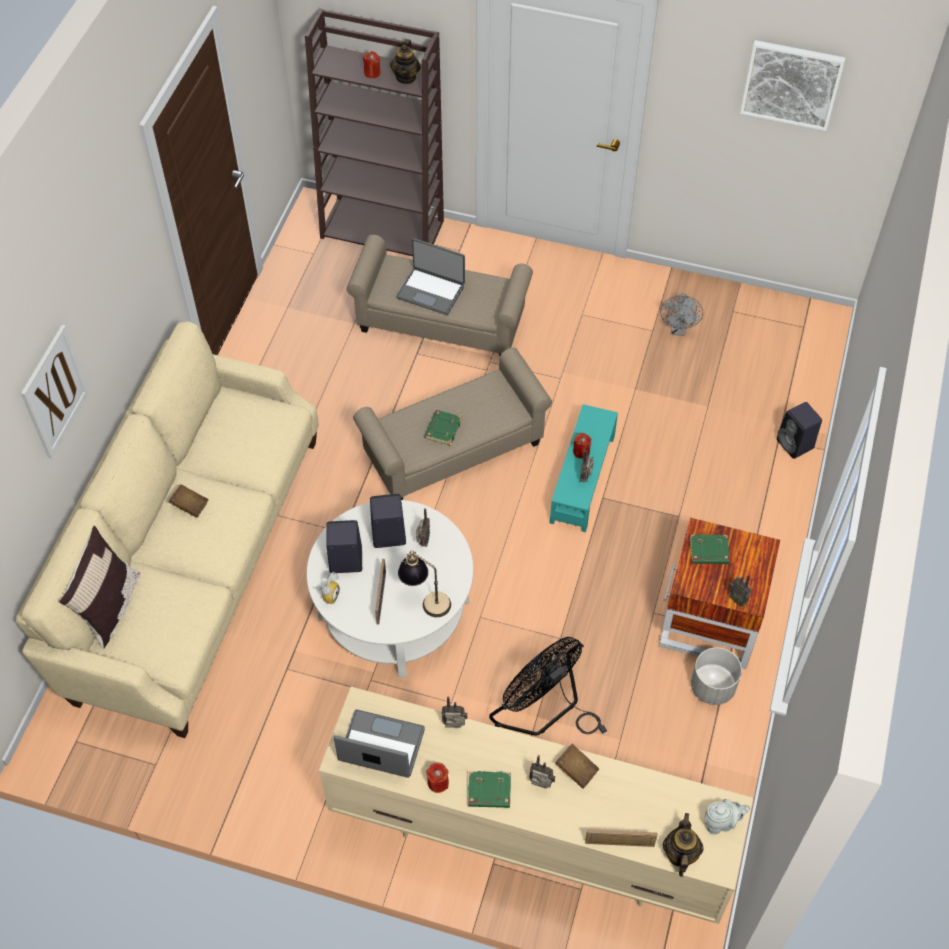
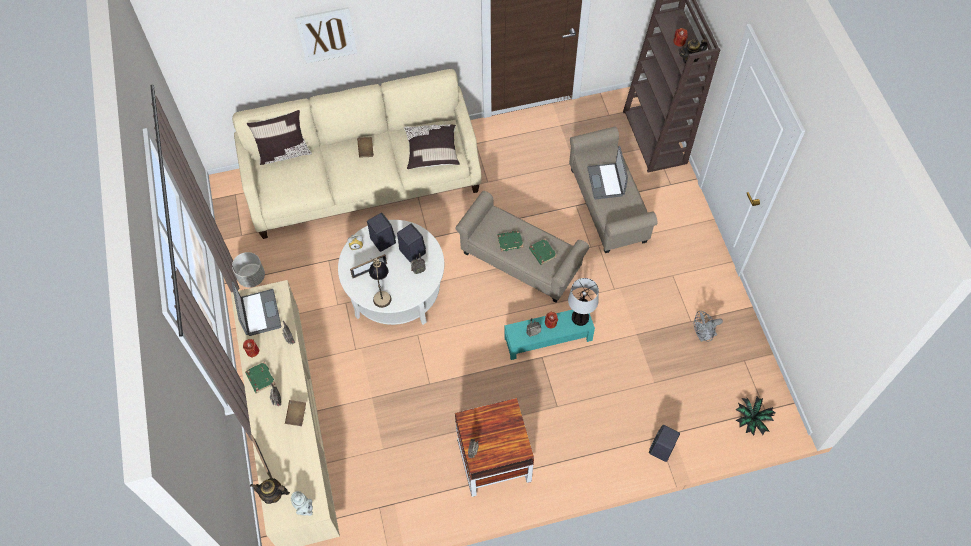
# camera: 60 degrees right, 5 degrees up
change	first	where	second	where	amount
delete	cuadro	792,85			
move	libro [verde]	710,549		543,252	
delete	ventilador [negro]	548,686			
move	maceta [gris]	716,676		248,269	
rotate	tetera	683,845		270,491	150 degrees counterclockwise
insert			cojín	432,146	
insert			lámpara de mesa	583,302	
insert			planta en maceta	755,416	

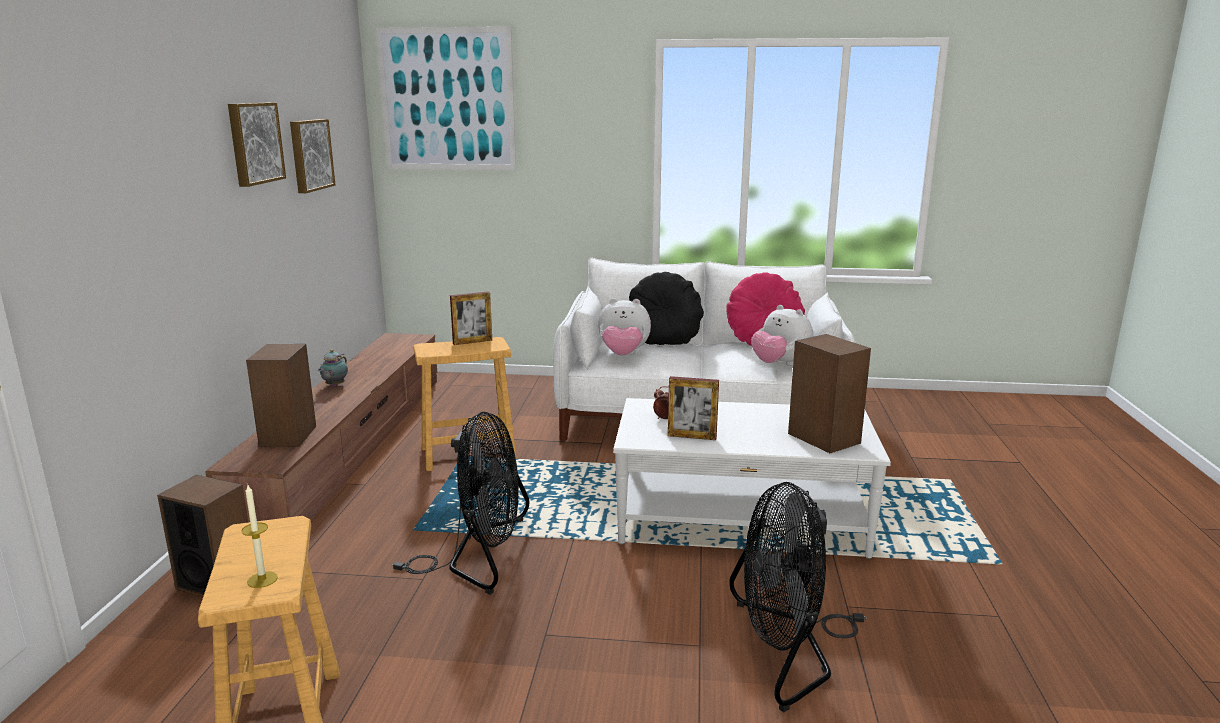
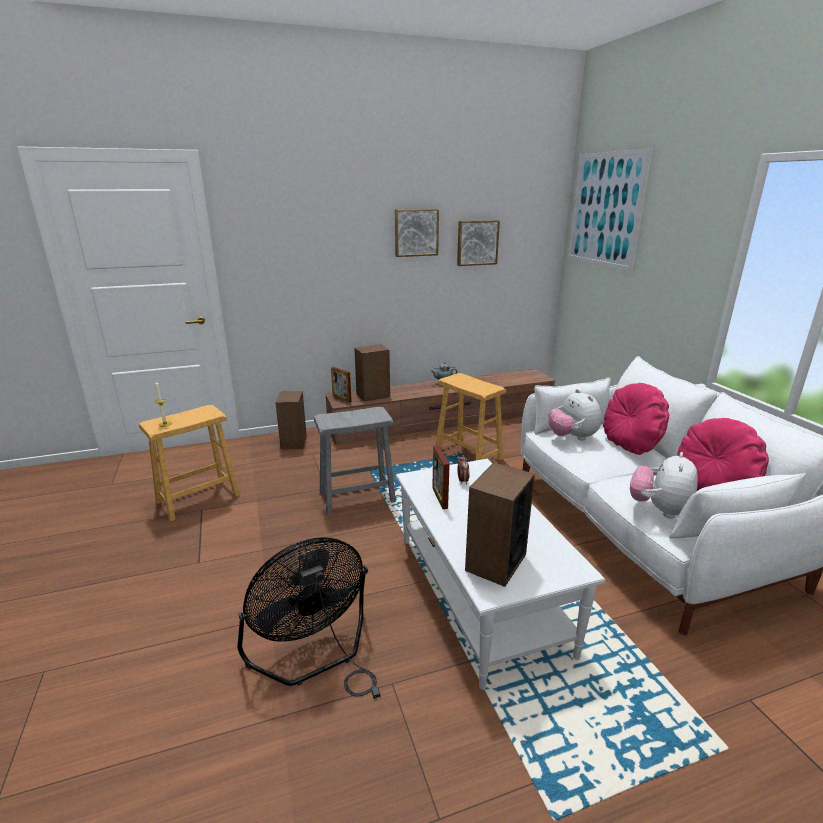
# camera: 65 degrees right, 5 degrees up
change	first	where	second	where	amount
recolor	cojín [negro]	666,308	cojín [rosa]	636,419	
move	portarretratos	471,318		341,384	
replace	ventilador [negro]	461,503	taburete [gris]	355,461	

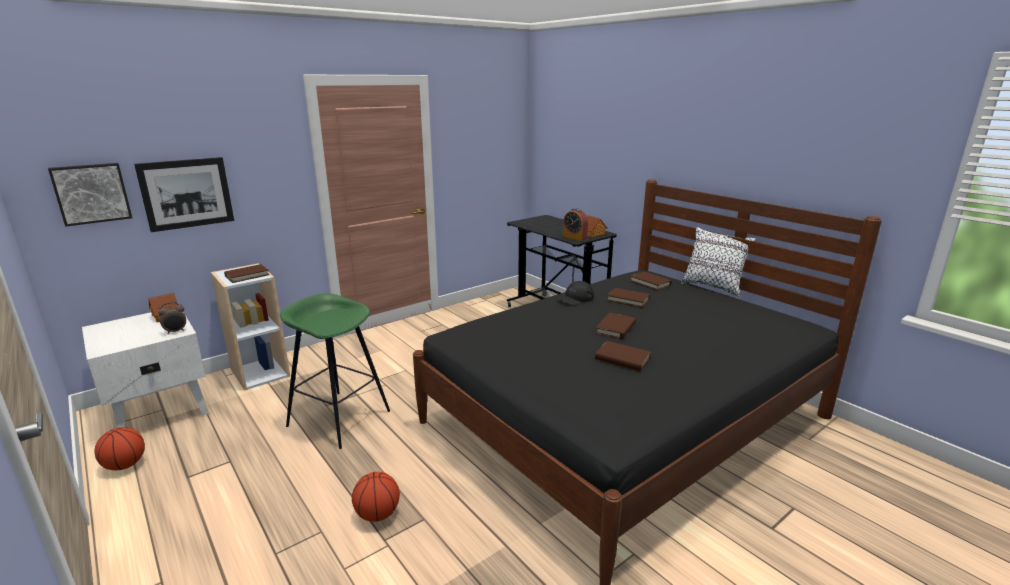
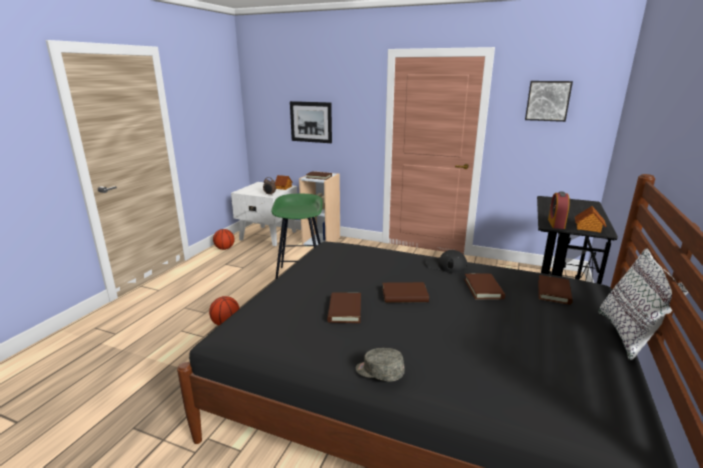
# camera: 60 degrees right, 0 degrees up
change	first	where	second	where	amount
move	cuadro	90,195		549,101	
insert			gorra [gris]	380,364	

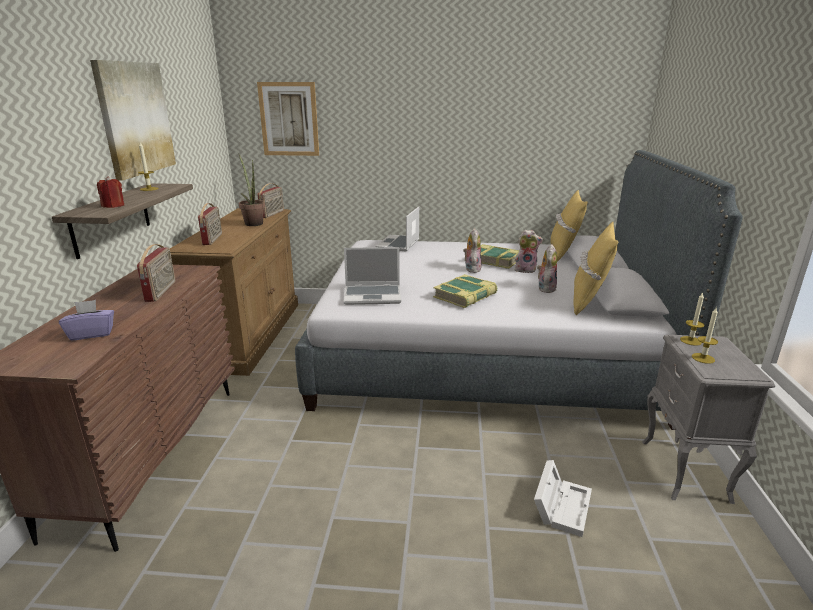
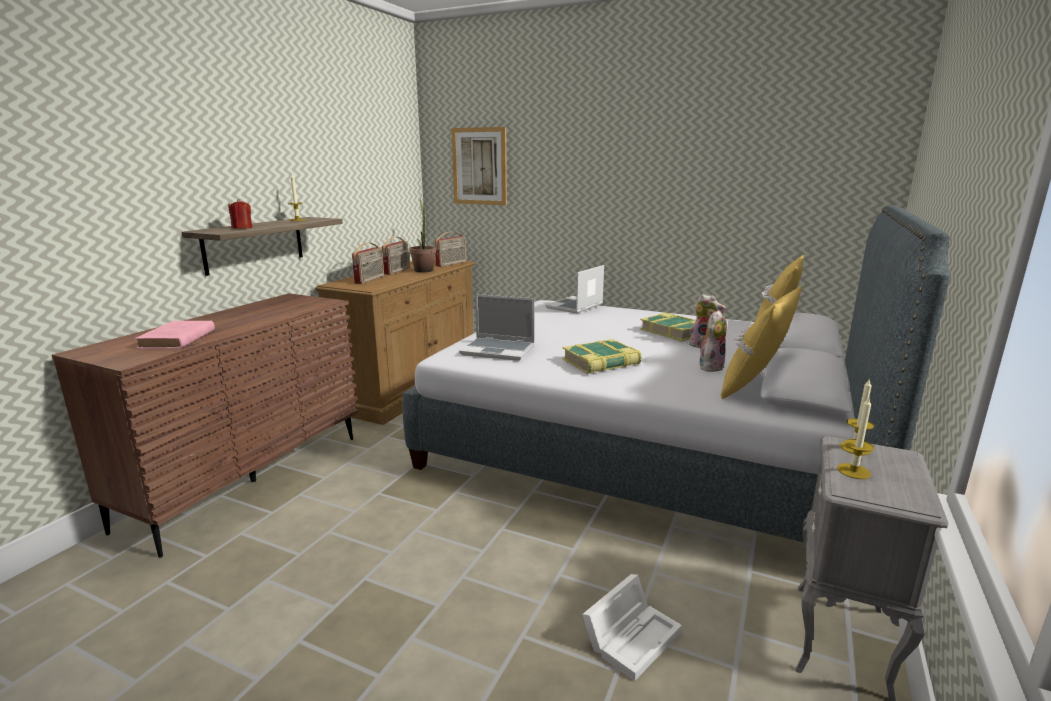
# camera: 20 degrees right, 5 degrees down
change	first	where	second	where	amount
delete	cuadro	133,120			
delete	peluche	472,250			
move	radio	156,273		396,256	
replace	caja de pañuelos [morado]	86,320	libro [rosa]	175,335	

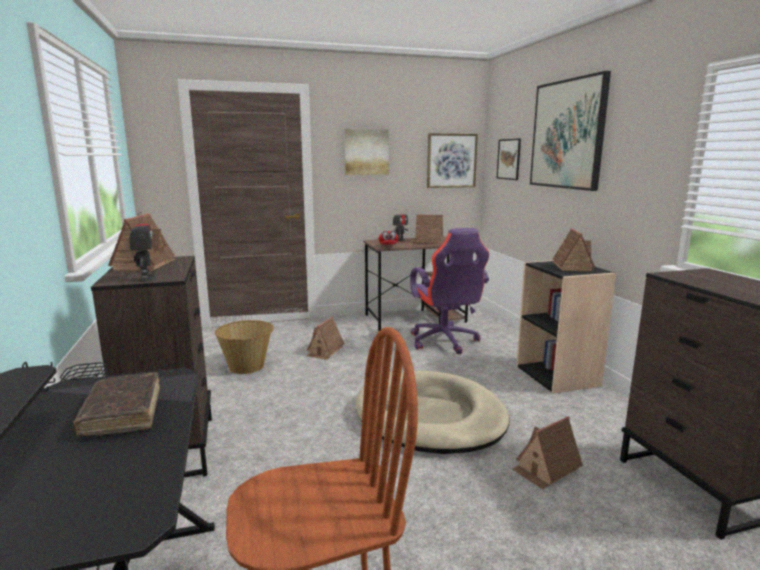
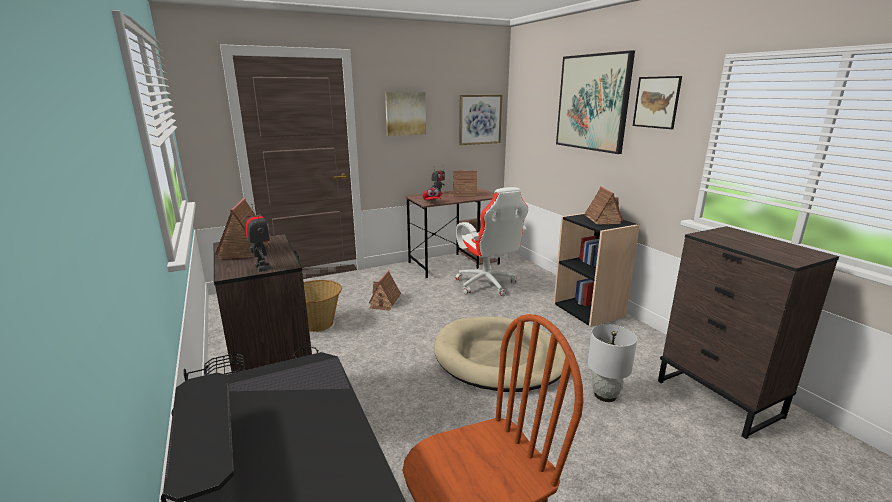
# camera: 10 degrees left, 5 degrees up
change	first	where	second	where	amount
move	cuadro	509,159		657,102	
recolor	silla de oficina [morado]	449,291	silla de oficina [blanco]	491,241	
delete	libro [marrón]	116,404			
replace	casita	547,452	lámpara de mesa [blanco]	612,363	

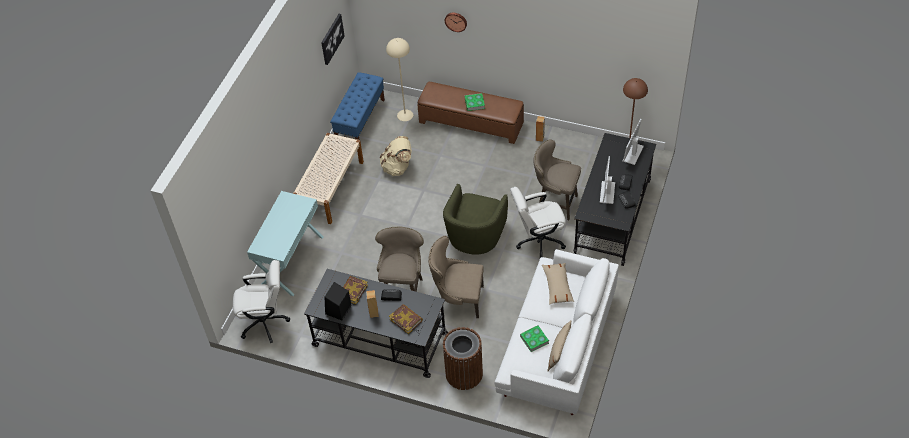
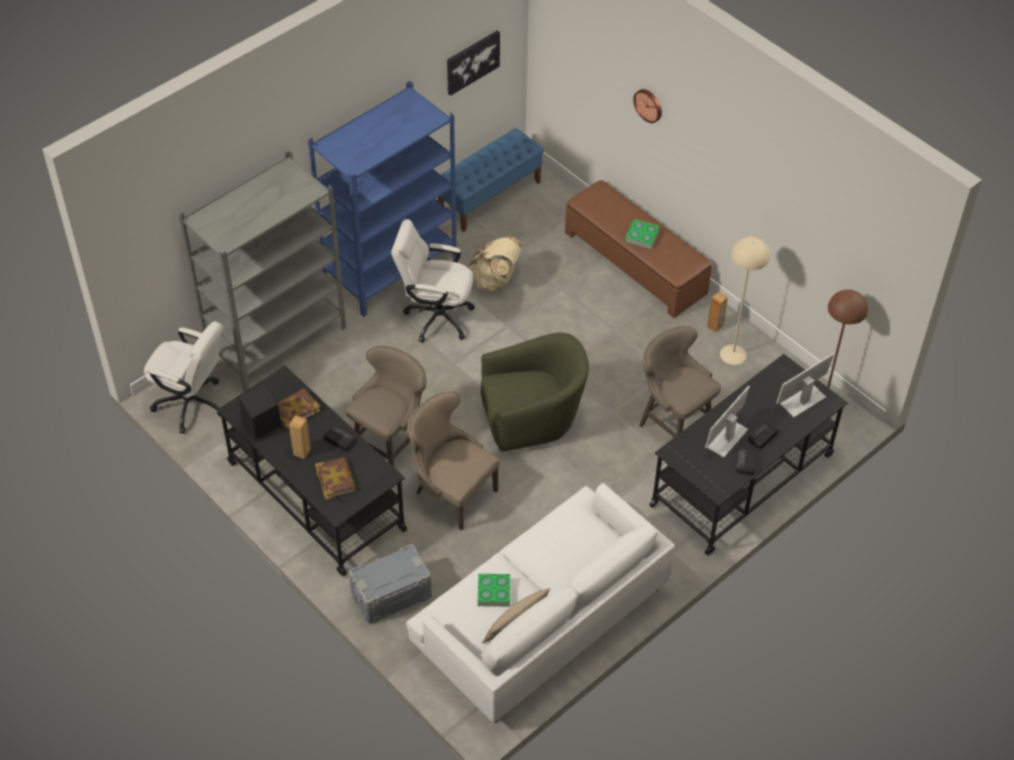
# camera: 25 degrees right, 0 degrees up
change	first	where	second	where	amount
move	lámpara de pie [beis]	399,79		745,301	
replace	banco [beis]	328,178	estantería [azul]	382,199	
rotate	sillón [verde]	475,219		535,392	150 degrees counterclockwise
move	silla de oficina [blanco]	538,222		433,281	
replace	escritorio [turquesa]	285,243	estantería [gris]	262,271	
delete	cojín [beis]	558,284			
replace	papelera [marrón]	463,358	caja de almacenaje [gris]	390,584	

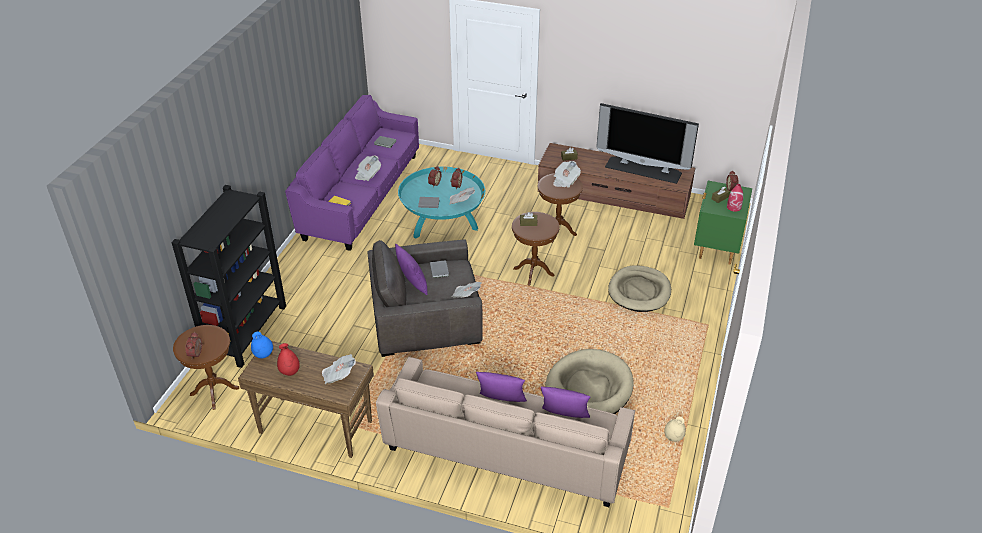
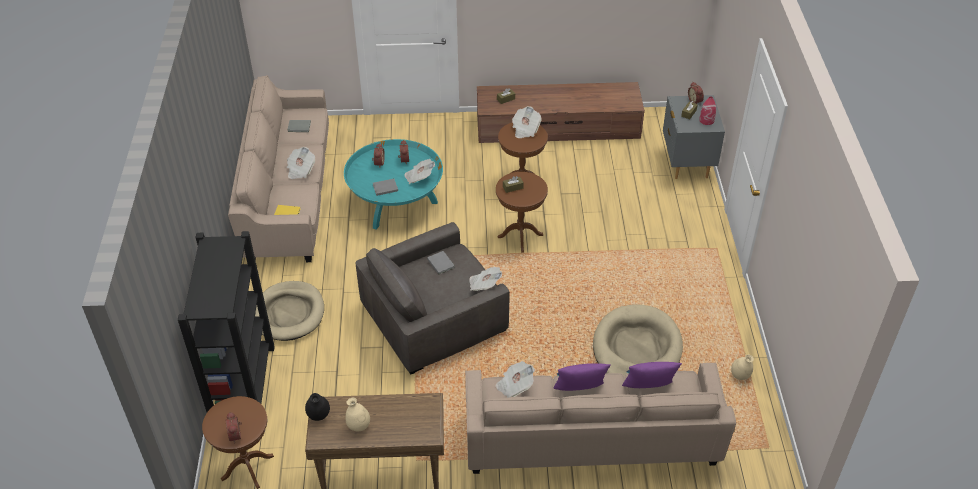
# camera: 20 degrees left, 5 degrees up
change	first	where	second	where	amount
recolor	sofá [morado]	352,173	sofá [beis]	278,168	
delete	televisor	647,143			
recolor	mesita de noche [verde]	723,223	mesita de noche [gris]	694,137	
delete	cojín [morado]	411,269			
move	cama para perro [beis]	639,288		289,311	
recolor	florero [azul]	262,345	florero [negro]	317,407	
recolor	florero [rojo]	288,359	florero [beis]	357,414	
move	periódico	339,369		515,379	

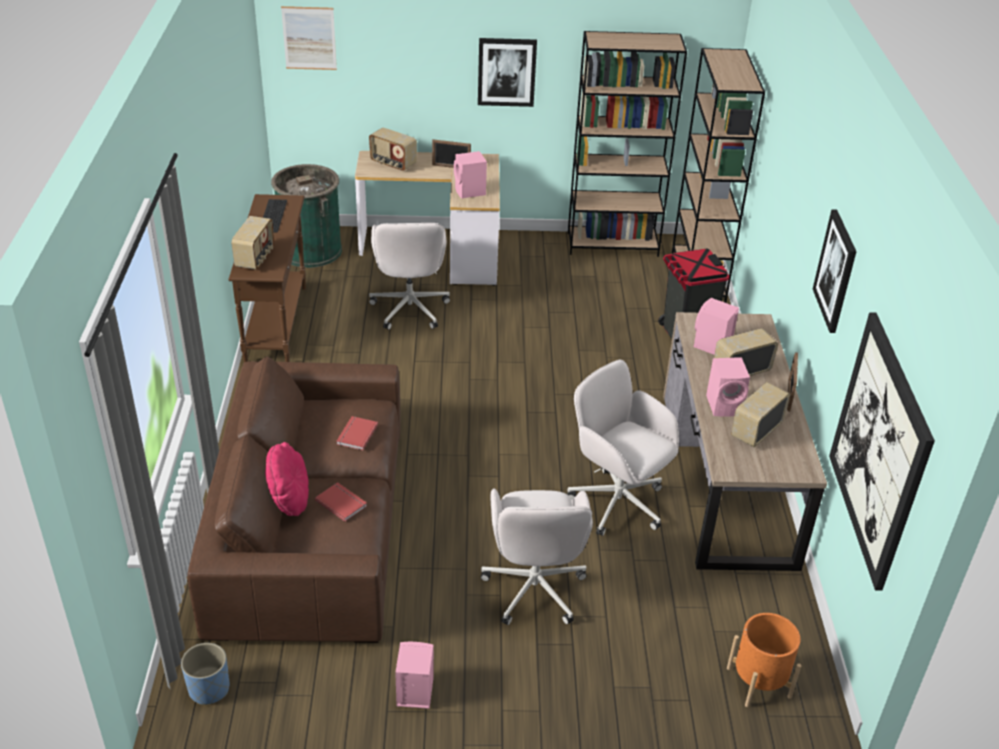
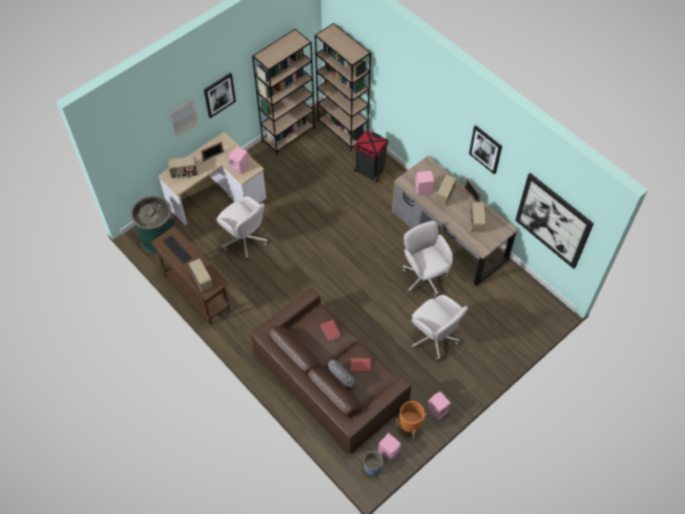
# camera: 40 degrees left, 20 degrees up
change	first	where	second	where	amount
move	cuadro	309,38		184,118	
move	altavoz [rosa]	728,387		389,447	
rotate	silla de oficina [blanco]	623,448		427,259	60 degrees clockwise
recolor	cojín [rosa]	287,479	cojín [gris]	341,373	
move	maceta [naranja]	764,660		411,420	

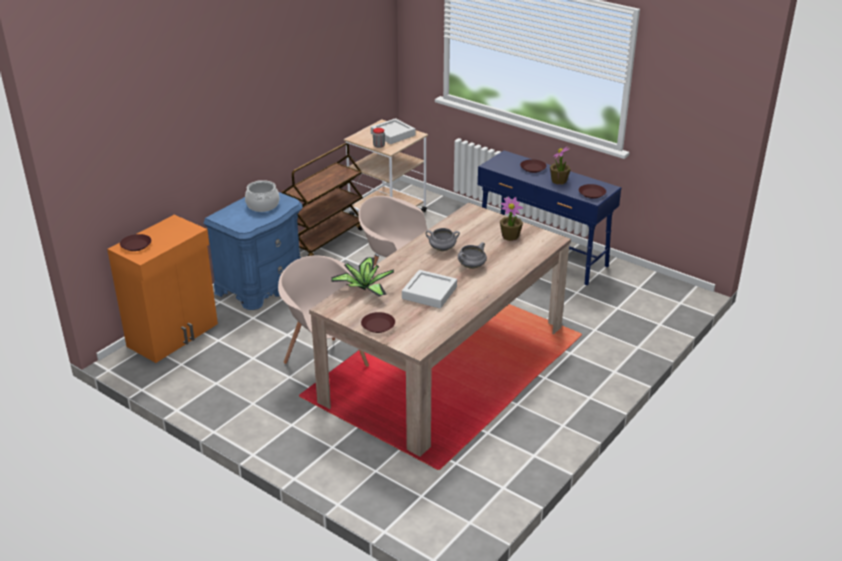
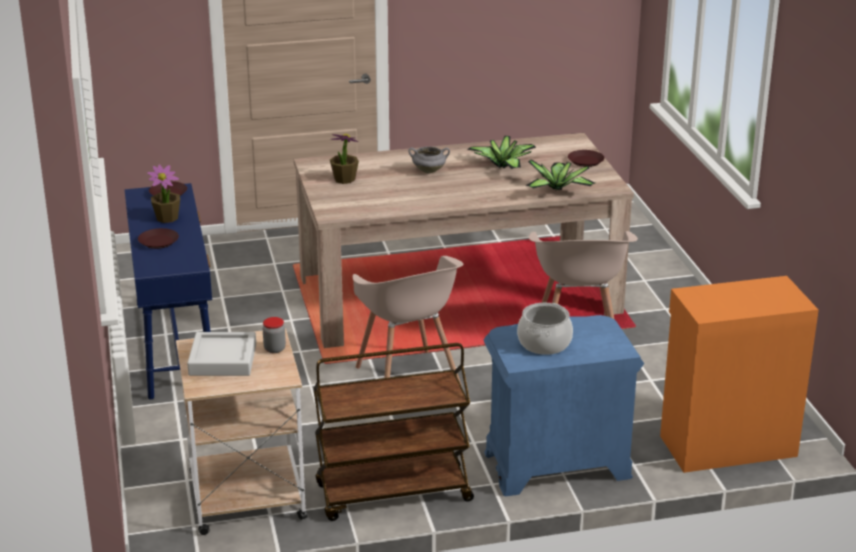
# camera: 140 degrees left, 5 degrees down
change	first	where	second	where	amount
delete	olla [gris]	442,239			
delete	plato [marrón]	135,242			
replace	bandeja [gris]	429,289	planta en maceta	501,152	

